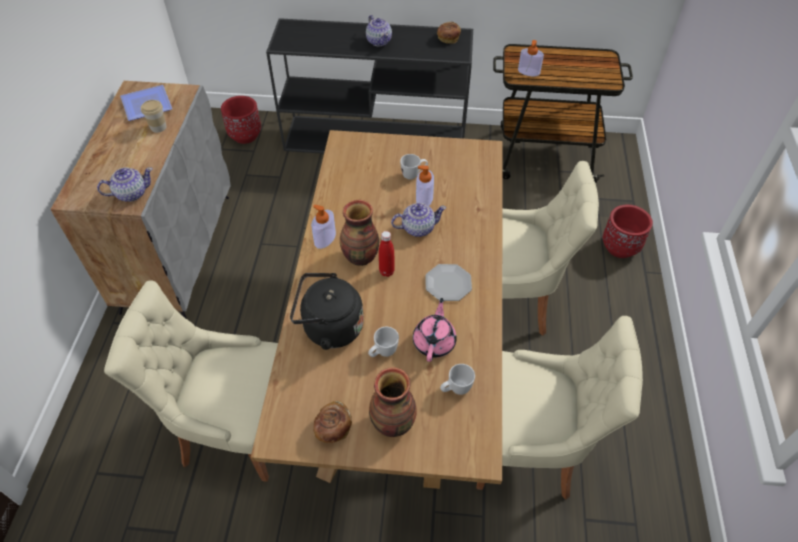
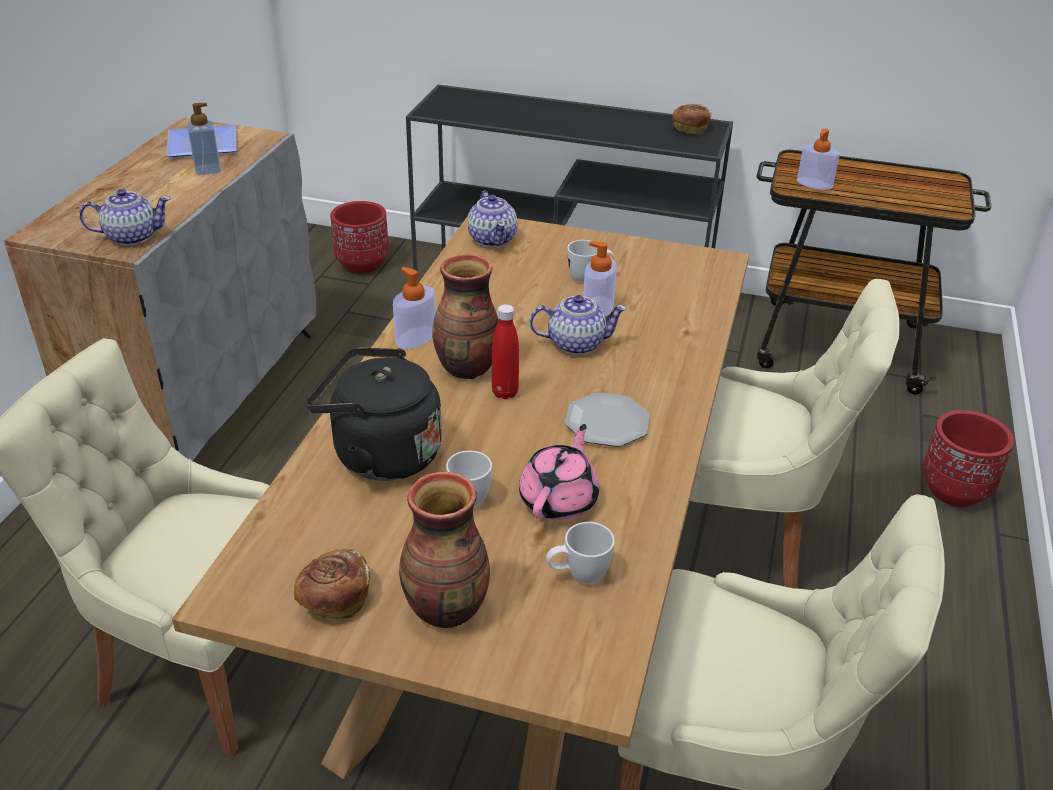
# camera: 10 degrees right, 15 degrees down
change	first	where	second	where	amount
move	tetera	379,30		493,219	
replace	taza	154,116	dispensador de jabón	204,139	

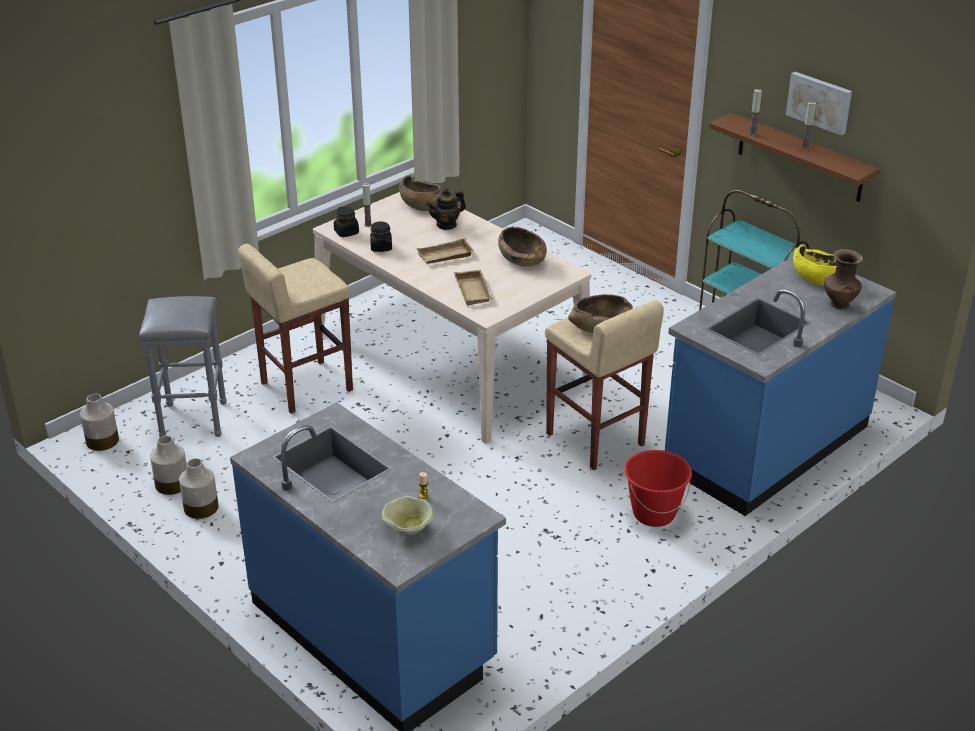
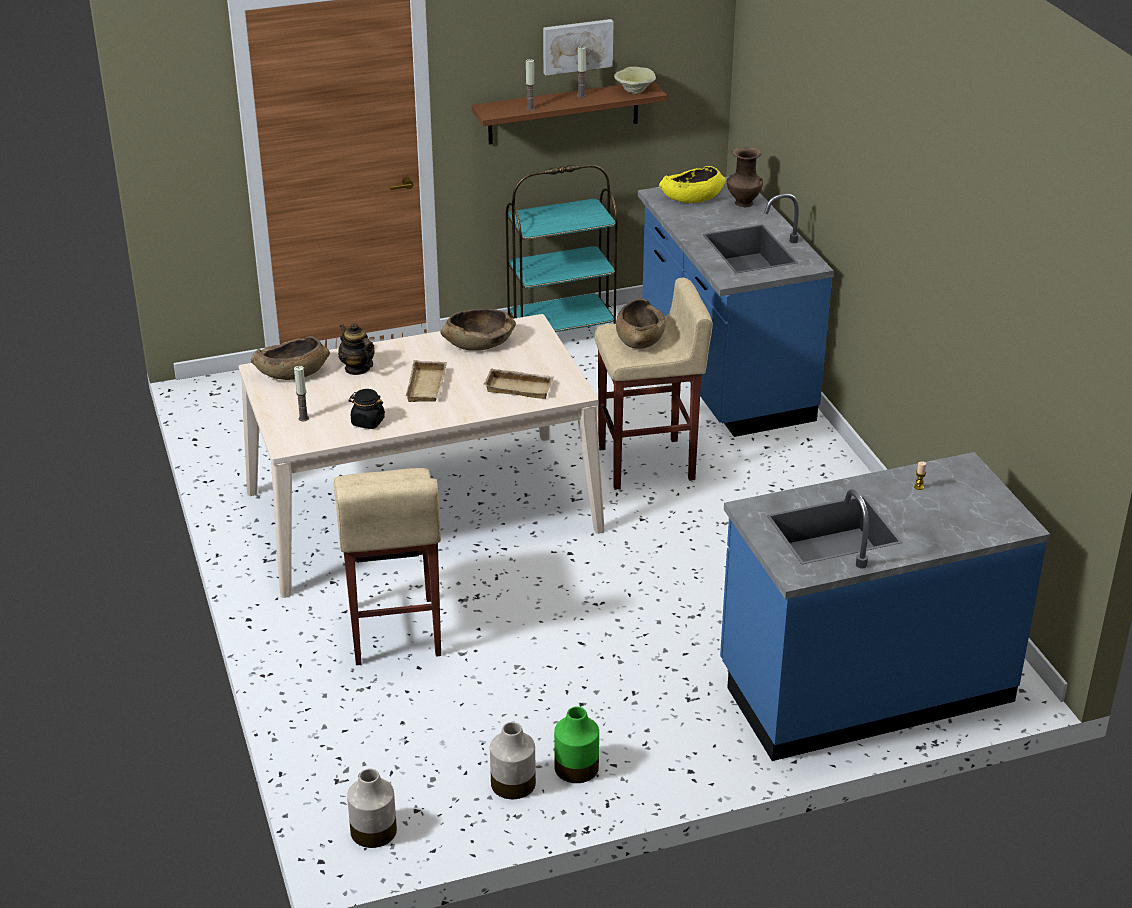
# camera: 65 degrees left, 0 degrees up
change	first	where	second	where	amount
rotate	tetera	446,209		356,349	150 degrees clockwise
delete	tarro [negro]	346,221			
delete	taburete [gris]	183,366			
delete	cubo [rojo]	658,488			
recolor	florero [beis]	199,488	florero [verde]	576,744	
move	cuenco [beis]	407,515		635,80	

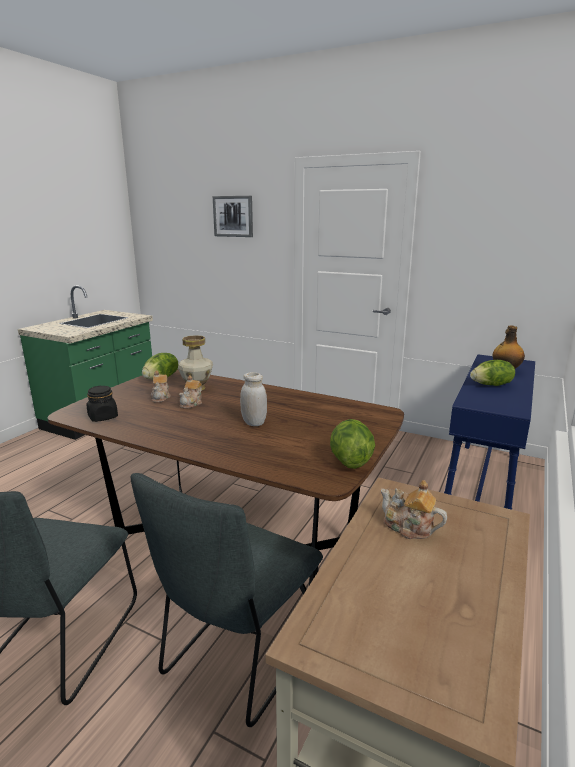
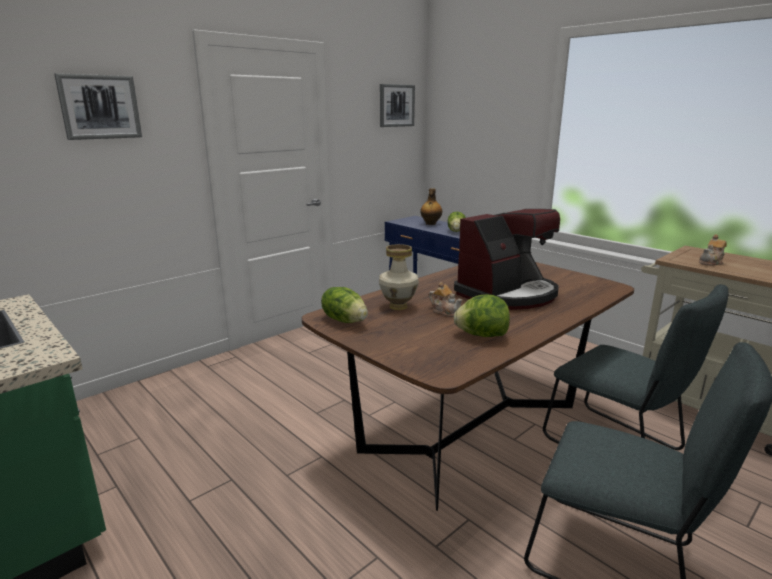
# camera: 70 degrees left, 0 degrees up
change	first	where	second	where	amount
delete	tetera	161,387			
replace	tarro [blanco]	253,399	cafetera	507,259	
delete	tarro [negro]	102,404			
move	lechuga	352,444		482,315	
insert			cuadro	397,105	

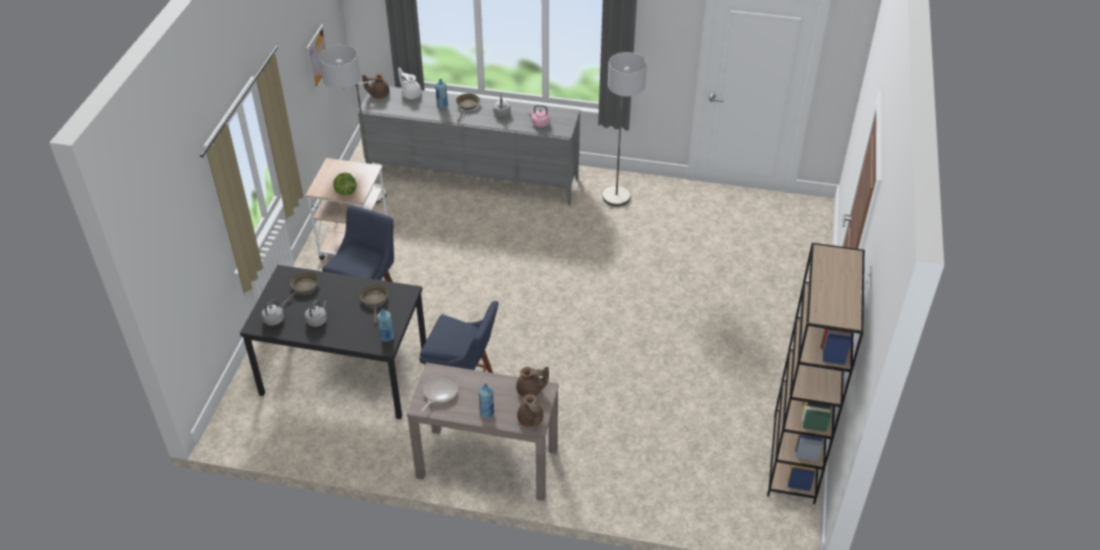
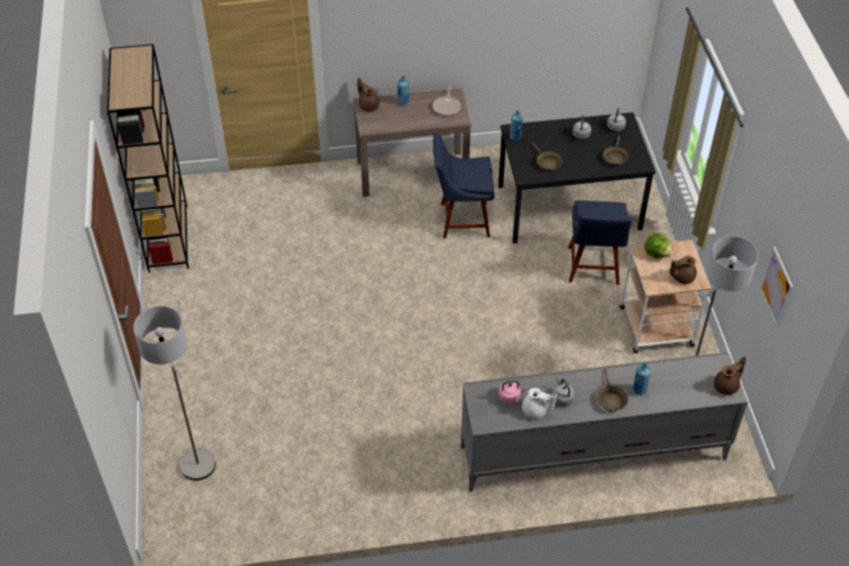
# camera: 160 degrees right, 5 degrees up
change	first	where	second	where	amount
move	lámpara de pie [gris]	624,129		174,393	
move	tetera [blanco]	410,83		539,403	
move	tetera [marrón]	532,382		683,269	

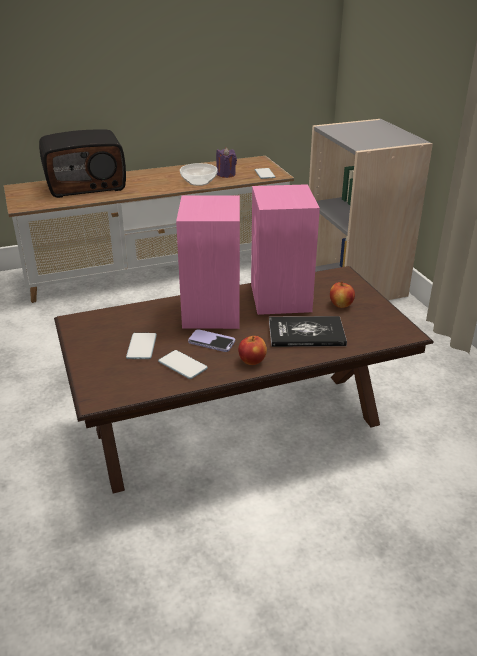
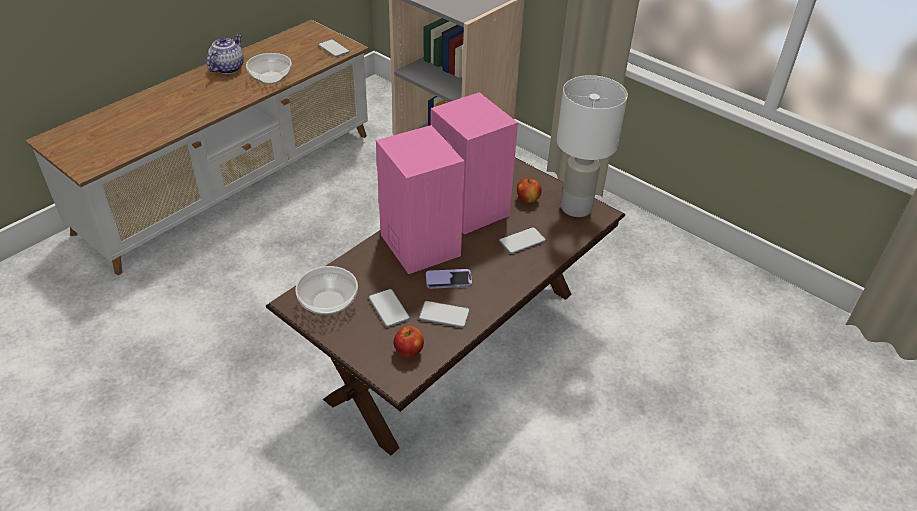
# camera: 30 degrees left, 10 degrees up
change	first	where	second	where	amount
delete	radio	82,163			
delete	vela [morado]	226,162			
replace	libro	308,331	móvil	522,240	
move	manzana	252,350		408,342	
insert			tetera	225,54	
insert			lámpara de mesa [blanco]	592,146	
insert			cuenco	326,290	

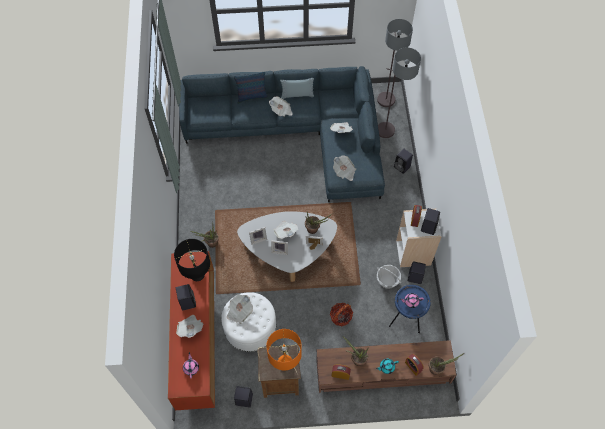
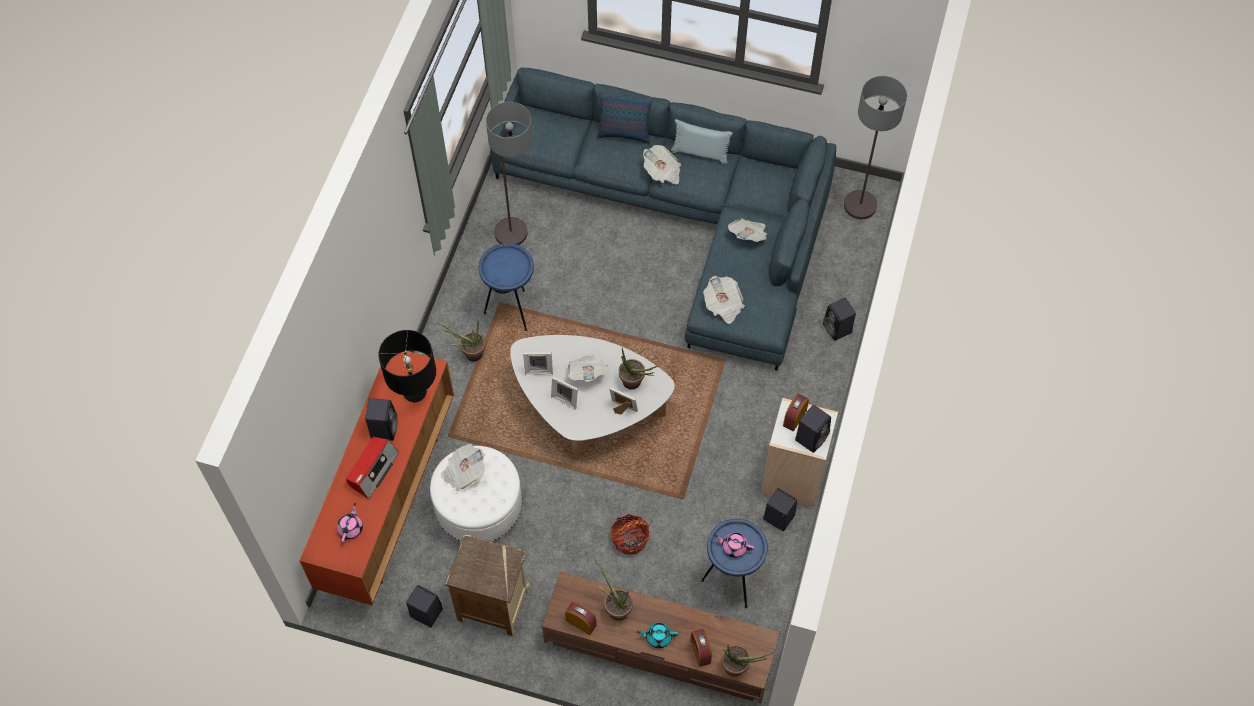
# camera: 20 degrees right, 0 degrees up
change	first	where	second	where	amount
move	lámpara de pie [gris]	399,93		509,173	
delete	cesta	389,277			
replace	periódico	189,326	radio	372,468	
delete	lámpara de mesa [naranja]	284,350			
insert			mesa auxiliar [azul]	506,287	

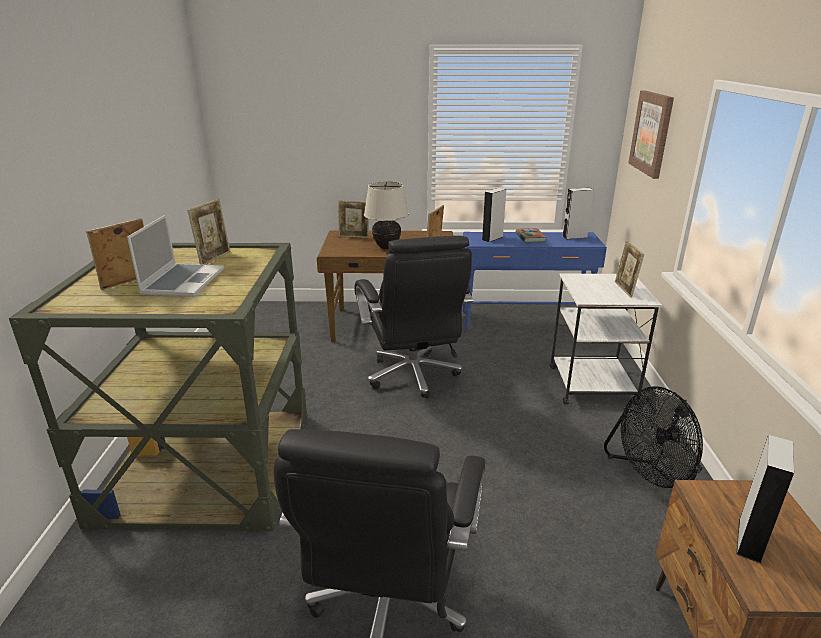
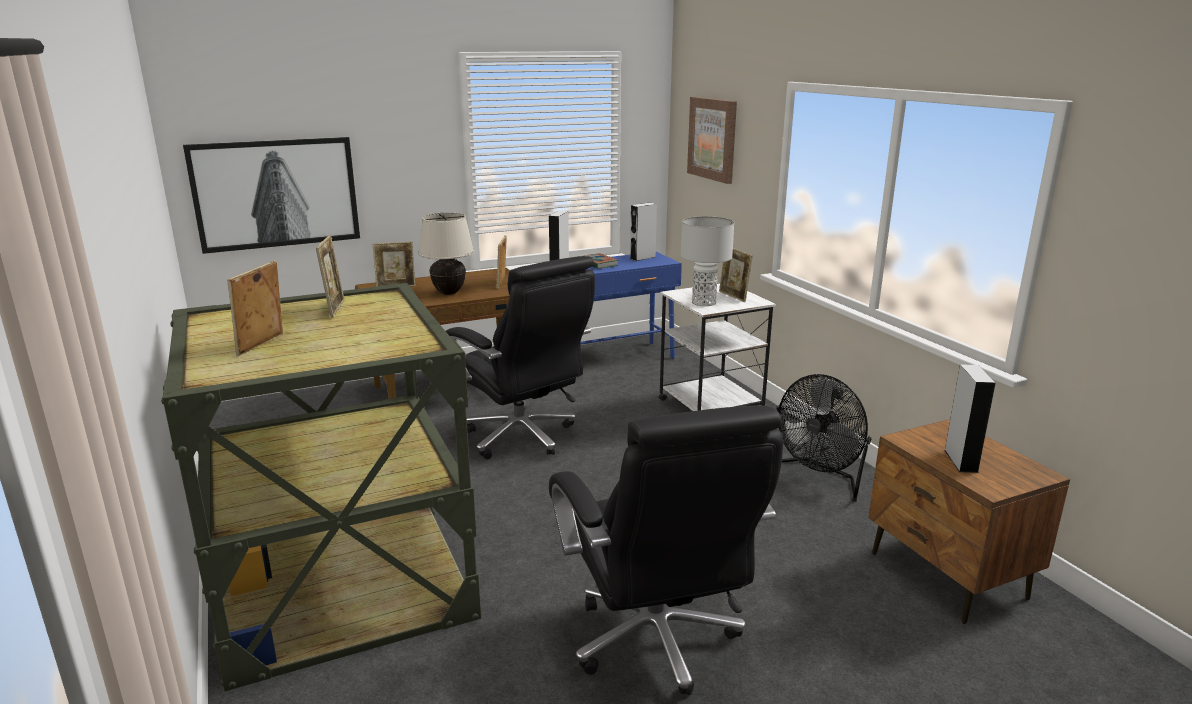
# camera: 25 degrees left, 5 degrees down
change	first	where	second	where	amount
delete	portátil	175,255			
insert			cuadro	271,195	
insert			lámpara de mesa [blanco]	707,261	

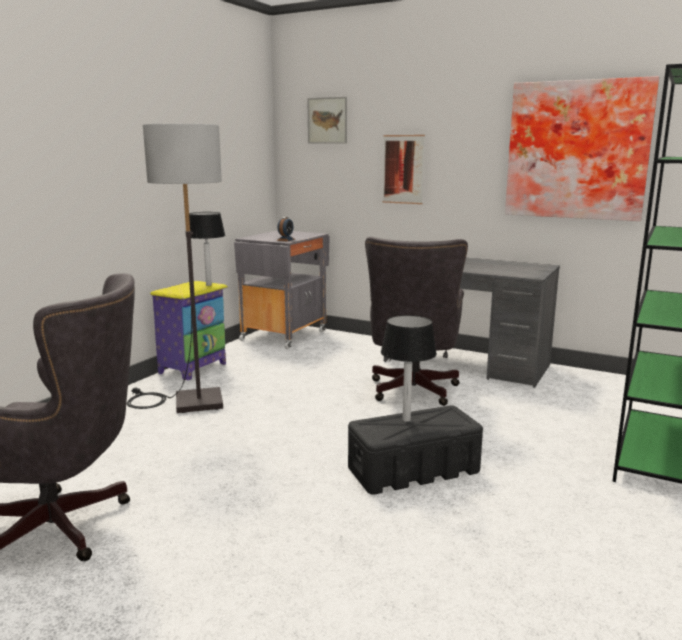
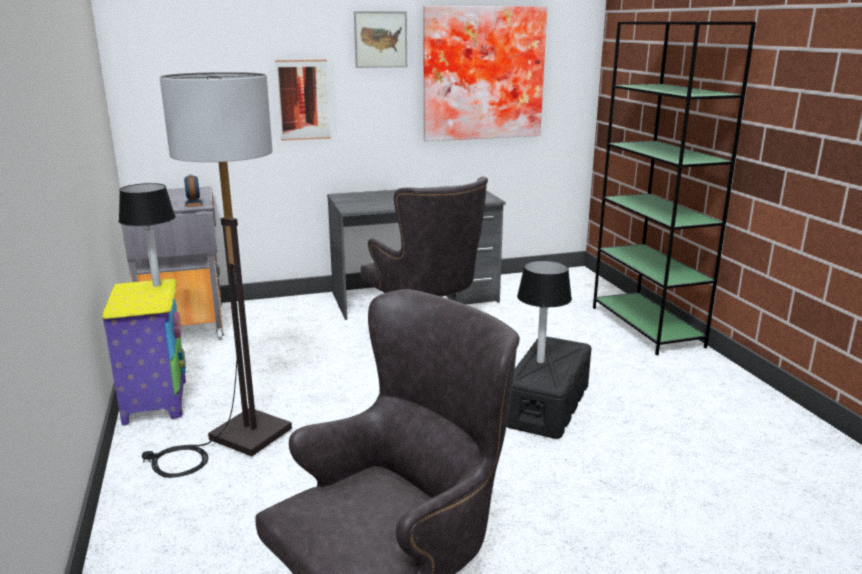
# camera: 45 degrees left, 5 degrees up
change	first	where	second	where	amount
move	cuadro	327,120		380,39	

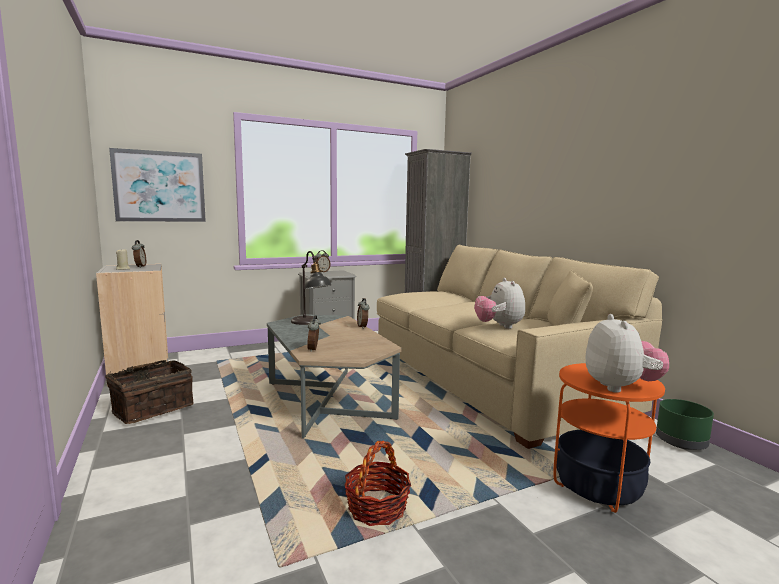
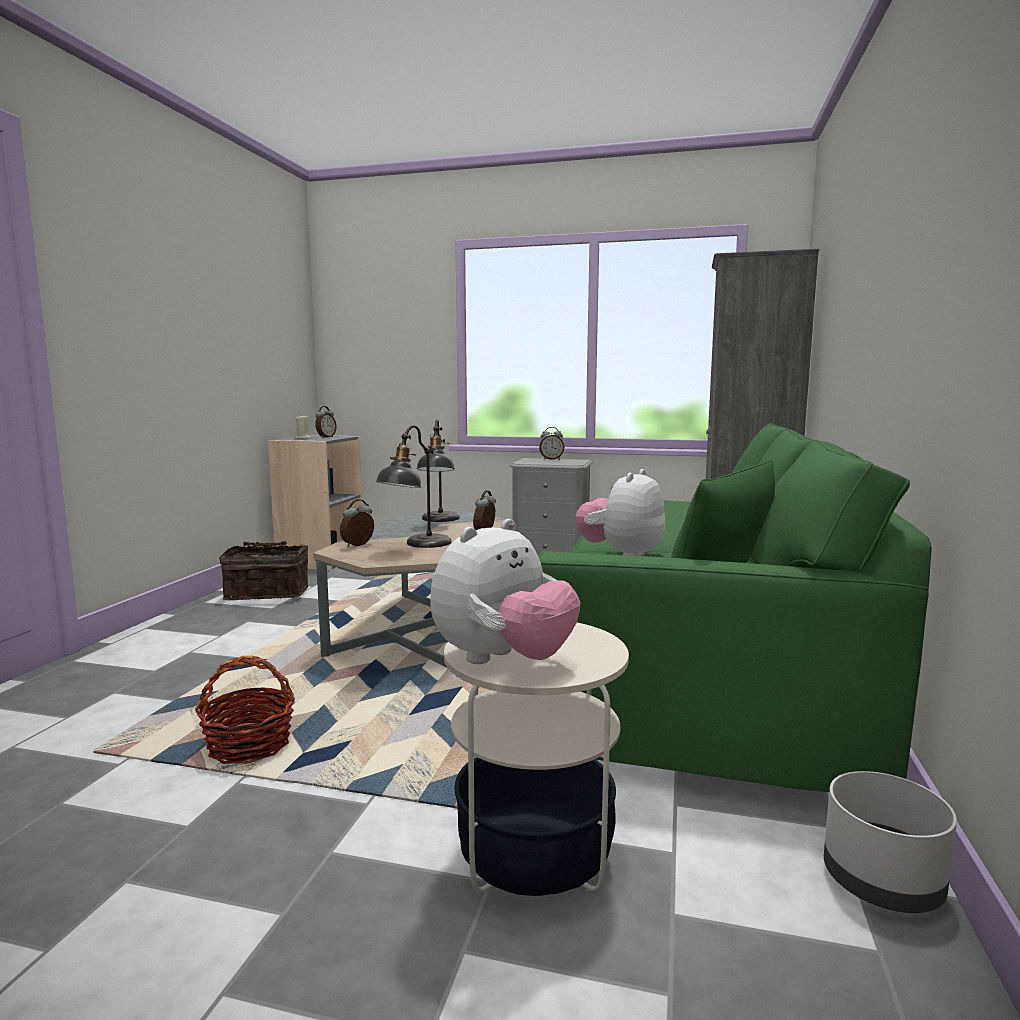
# camera: 40 degrees right, 0 degrees up
change	first	where	second	where	amount
delete	cuadro	157,185			
recolor	sofá [beis]	520,347	sofá [verde]	735,607	
recolor	mesa auxiliar [naranja]	609,438	mesa auxiliar [beis]	536,759	
recolor	maceta [verde]	685,424	maceta [gris]	890,842	
insert			lámpara de mesa [gris]	414,486	

